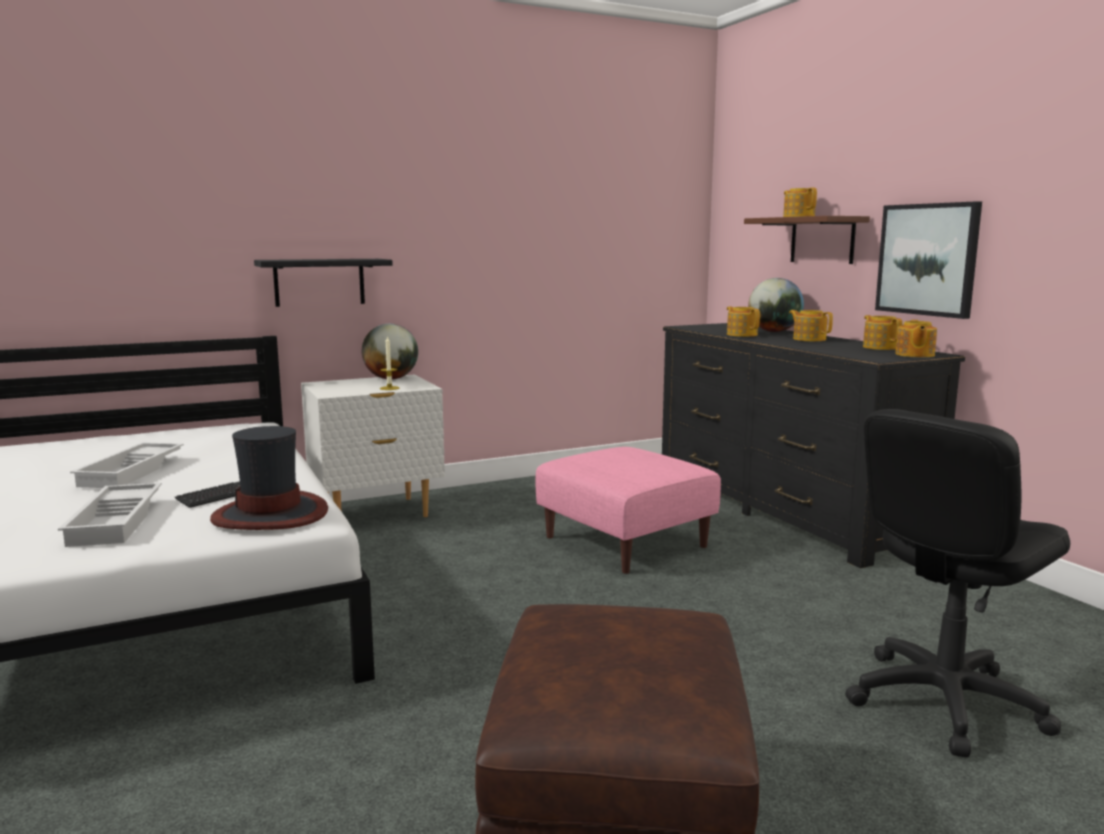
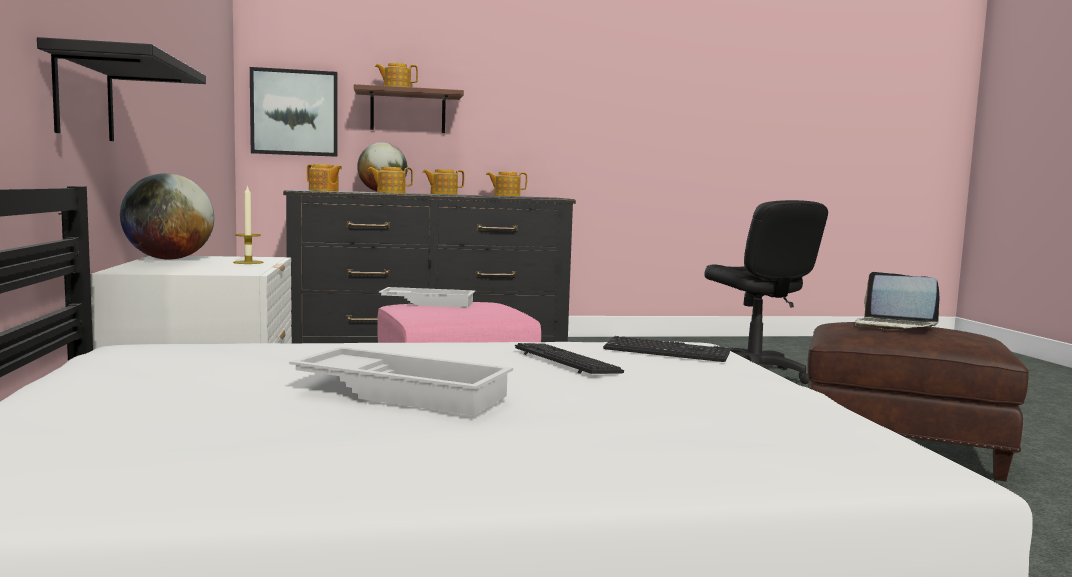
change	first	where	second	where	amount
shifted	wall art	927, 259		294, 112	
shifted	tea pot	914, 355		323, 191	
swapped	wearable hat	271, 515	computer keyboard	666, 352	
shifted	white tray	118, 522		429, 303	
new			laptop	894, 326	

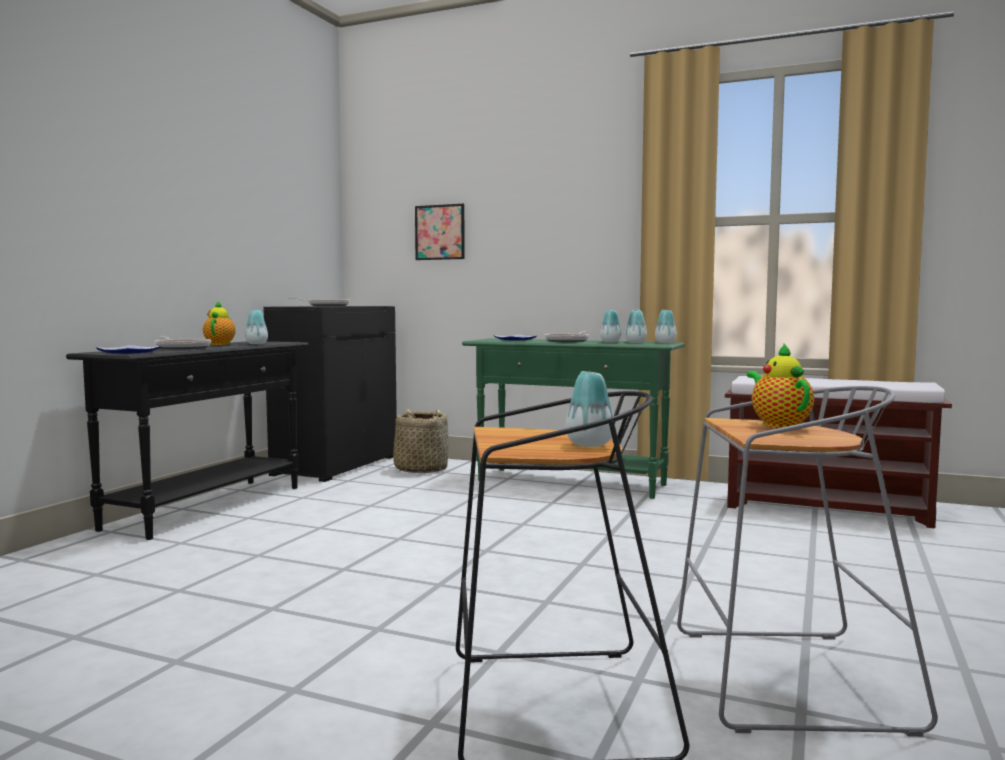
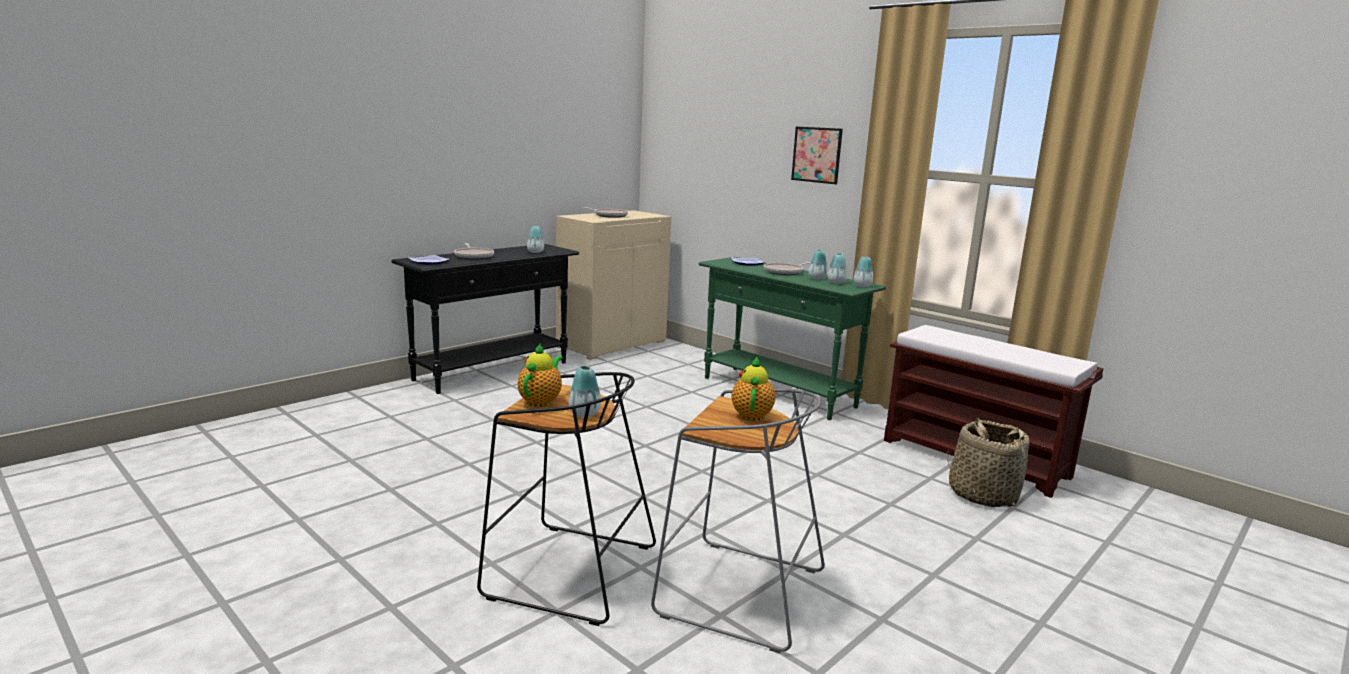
change	first	where	second	where	amount
shifted	wall art	440, 232		816, 155	
shifted	tea pot	220, 344		541, 401	
repainted	black cupboard	335, 465	beige cupboard	611, 344	
shifted	storage basket	420, 469		982, 494	

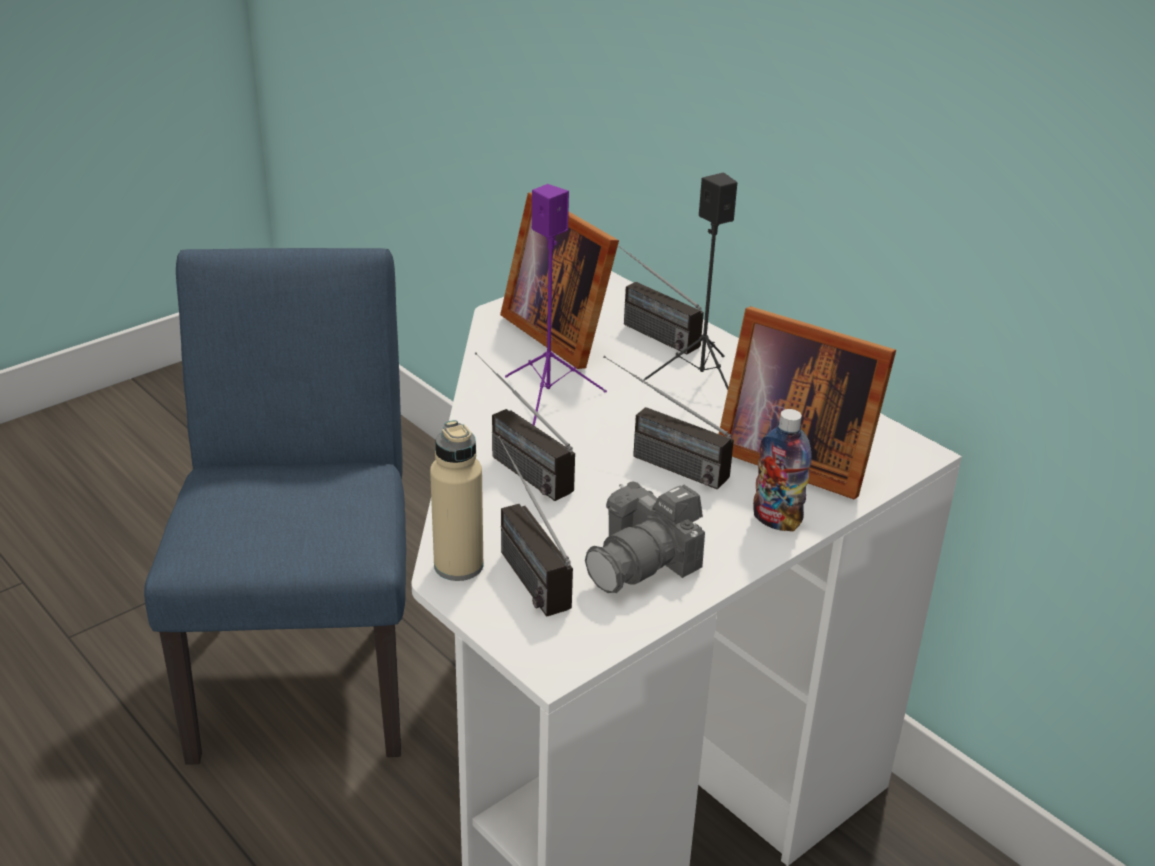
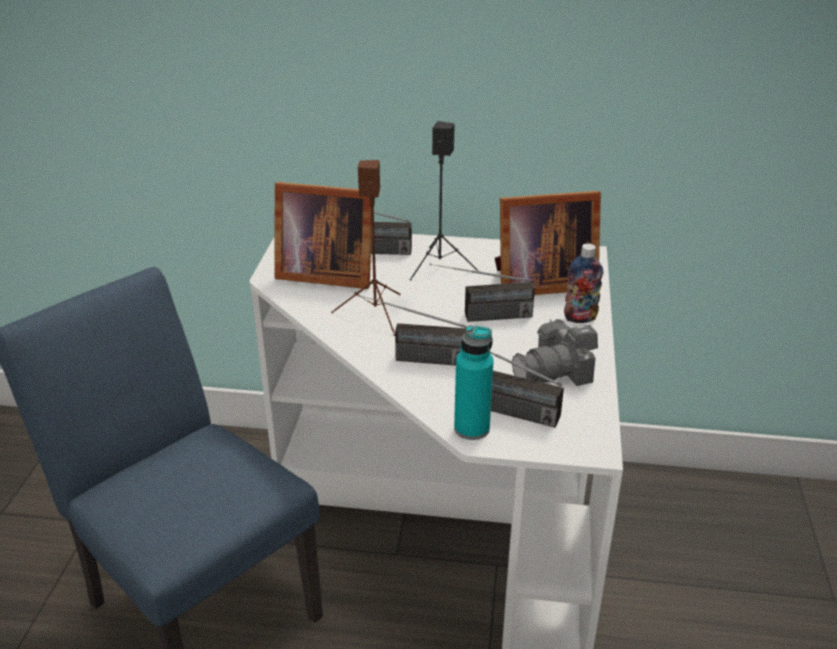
change	first	where	second	where	amount
repainted	purple loudspeaker	549, 398	brown loudspeaker	375, 313	
repainted	beige bottle	458, 565	blue-green bottle	471, 428	
rotated	photo camera	644, 561		555, 372	60 degrees clockwise

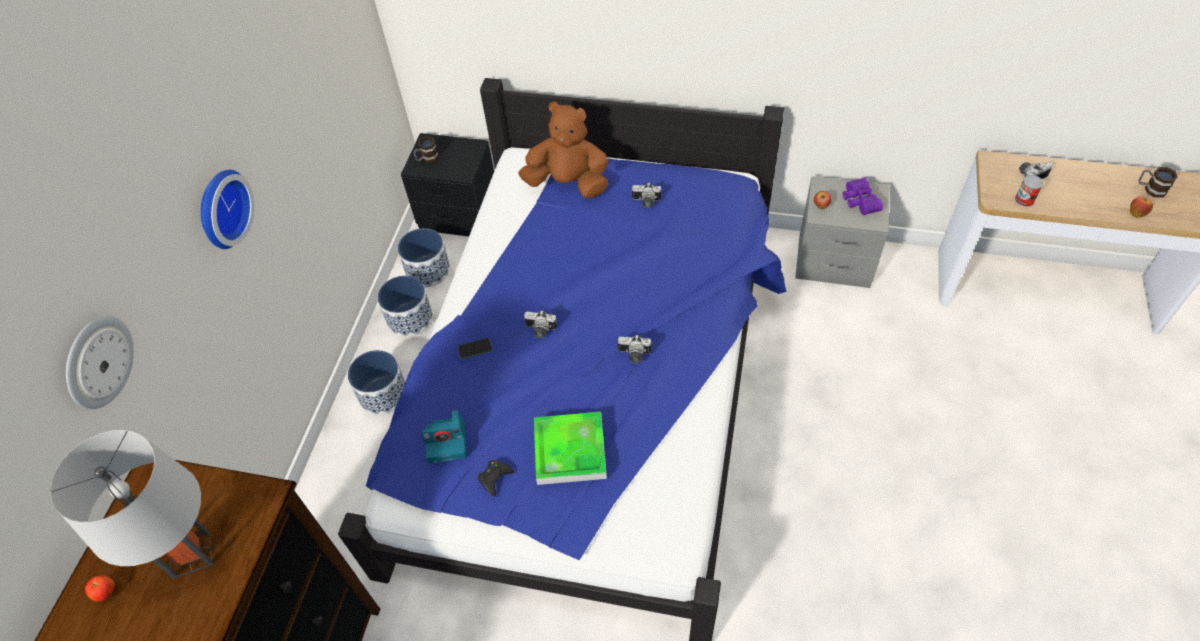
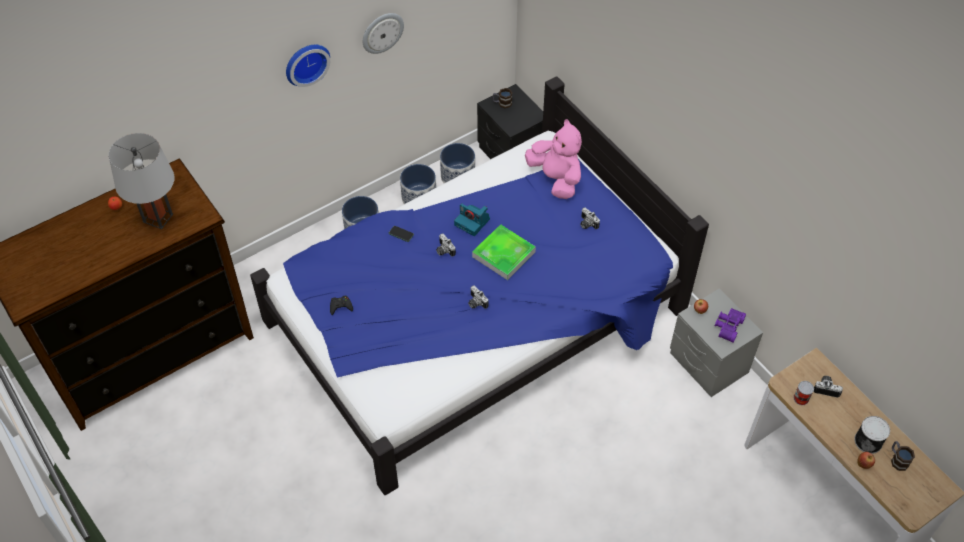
change	first	where	second	where	amount
repainted	brown soft toy	568, 183	pinkish soft toy	556, 179	
shifted	hanging clock	97, 361		382, 32	
shifted	photo camera	448, 441		473, 222	
shifted	tray	570, 450		503, 254	
new			can	868, 440	

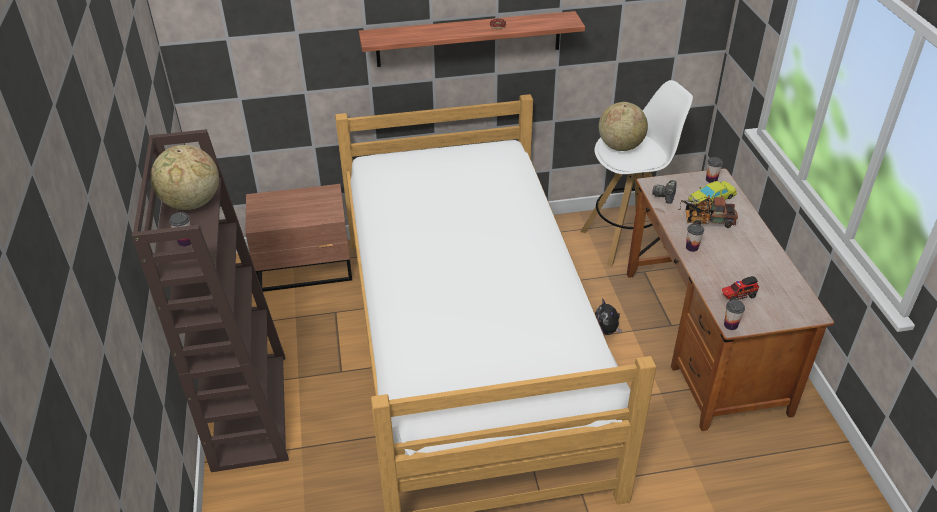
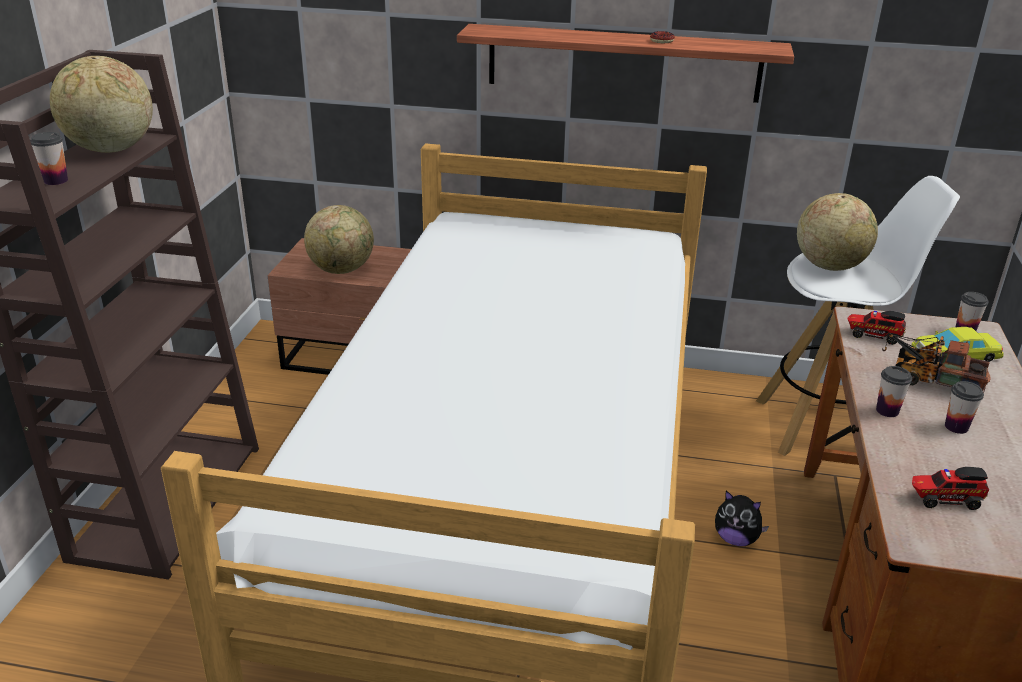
change	first	where	second	where	amount
swapped	photo camera	665, 196	model truck	873, 335	
rotated	soft toy	606, 330		736, 539	60 degrees counterclockwise
shifted	small cup	730, 325		956, 427	
new			world globe	342, 270	

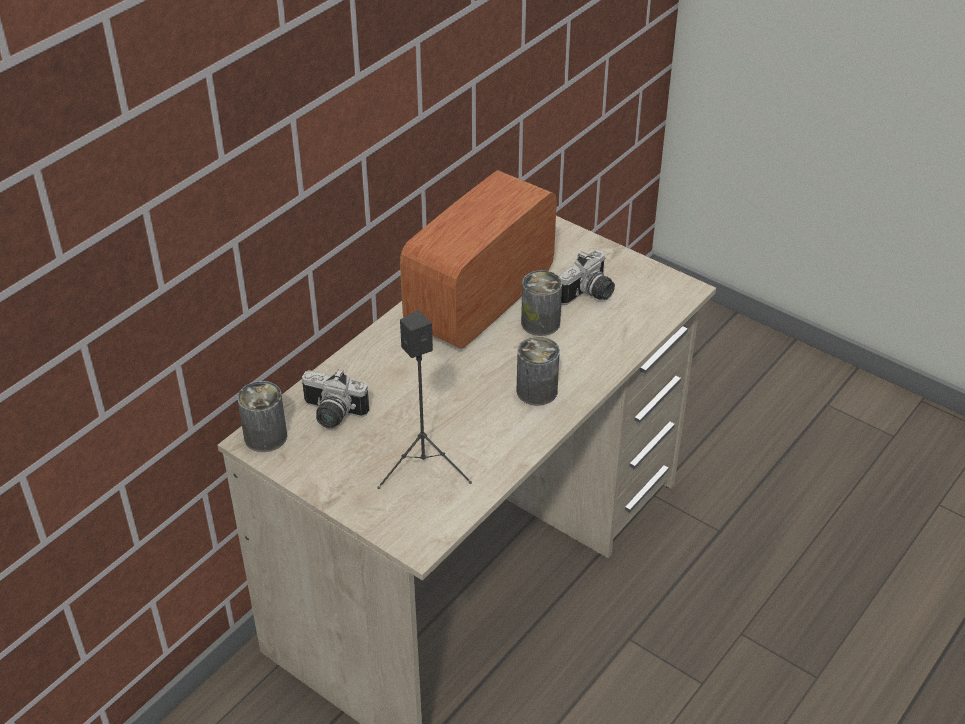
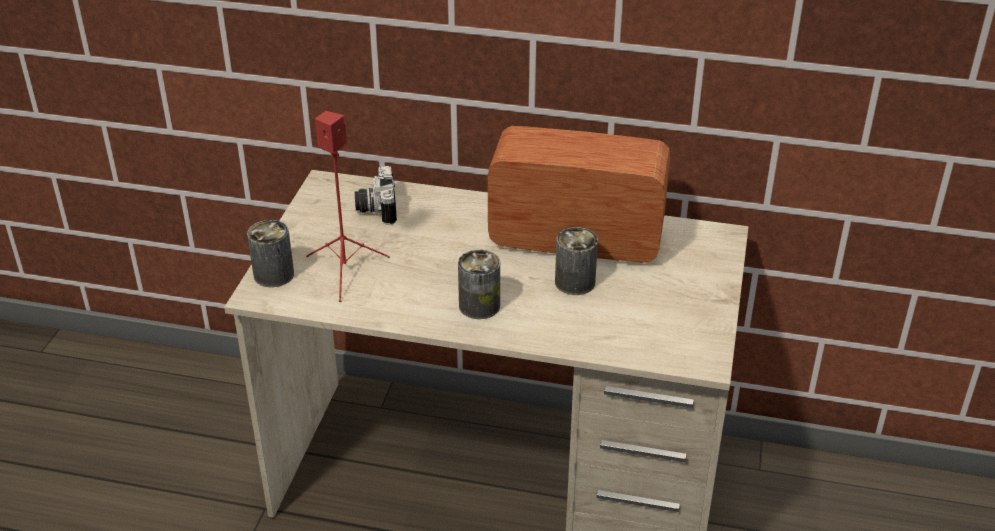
change	first	where	second	where	amount
gone	photo camera	589, 295			
repainted	black loudspeaker	423, 465	red loudspeaker	346, 270	
shifted	can	265, 436		273, 274	

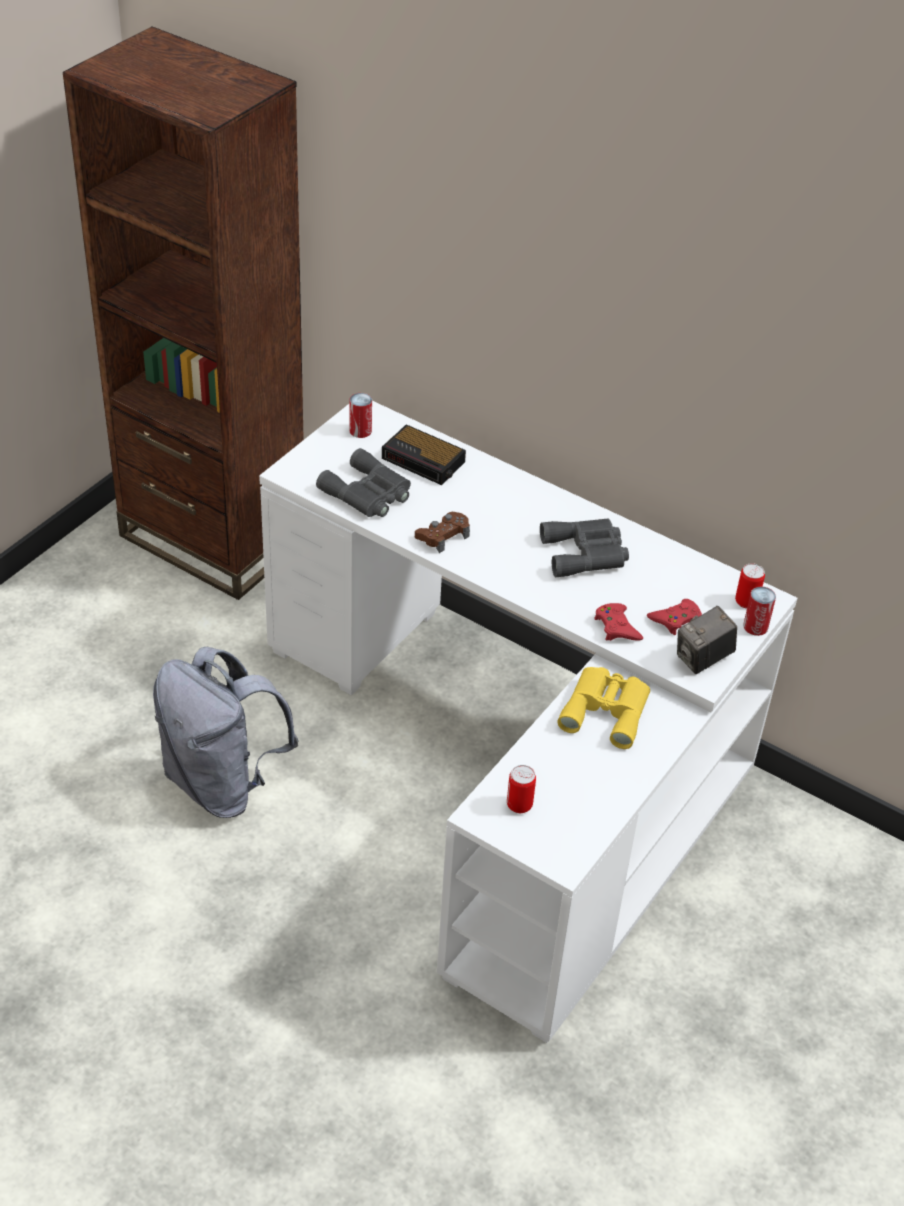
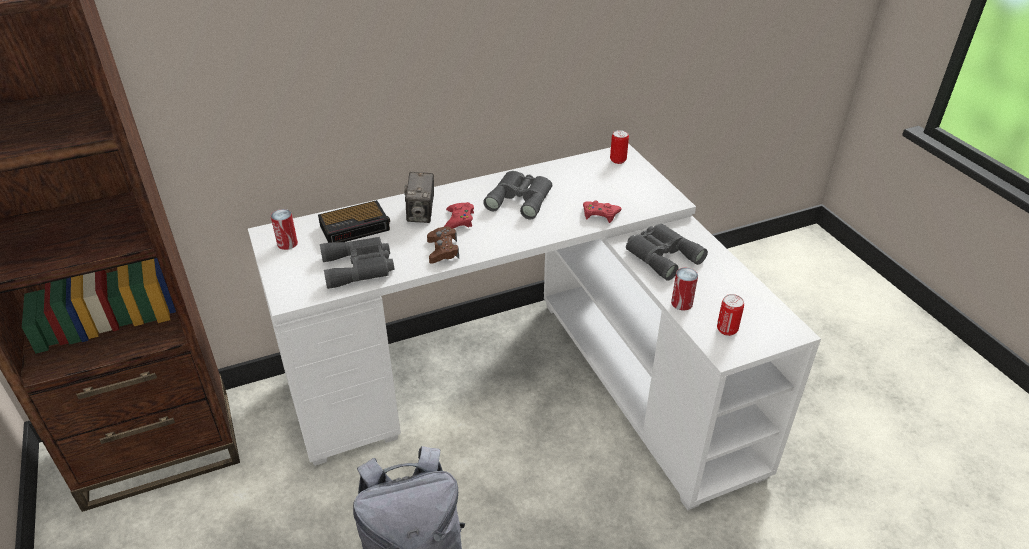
change	first	where	second	where	amount
shifted	can	755, 626		681, 303	
shifted	red game controller	676, 620		459, 220	
shifted	photo camera	703, 659		421, 214	
repainted	yellow-coloured pair of binoculars	606, 710	grey pair of binoculars	661, 254	

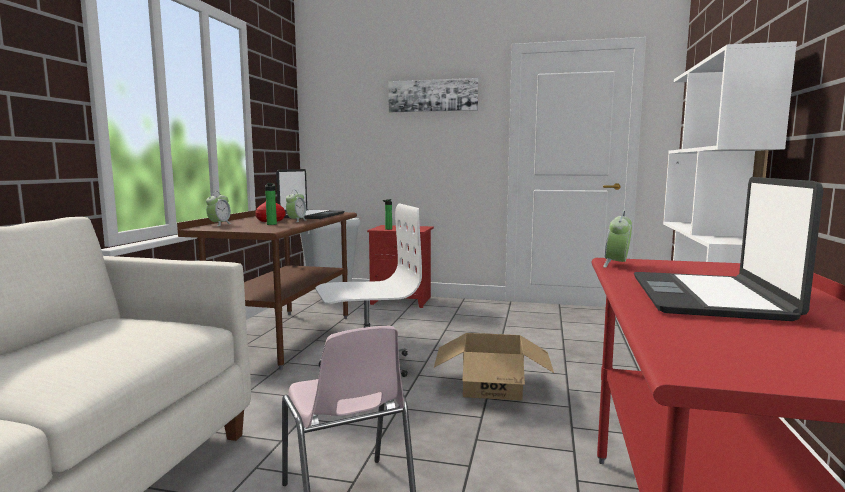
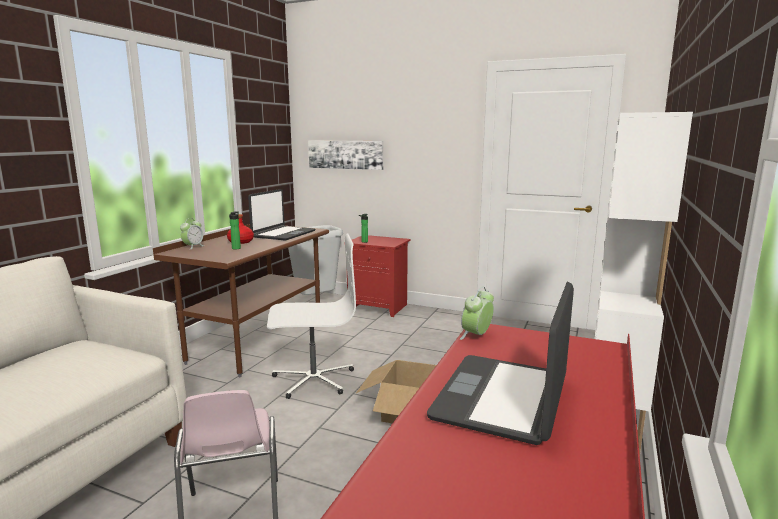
change	first	where	second	where	amount
shifted	wall art	433, 95		345, 154	
gone	bedside clock	296, 221			

